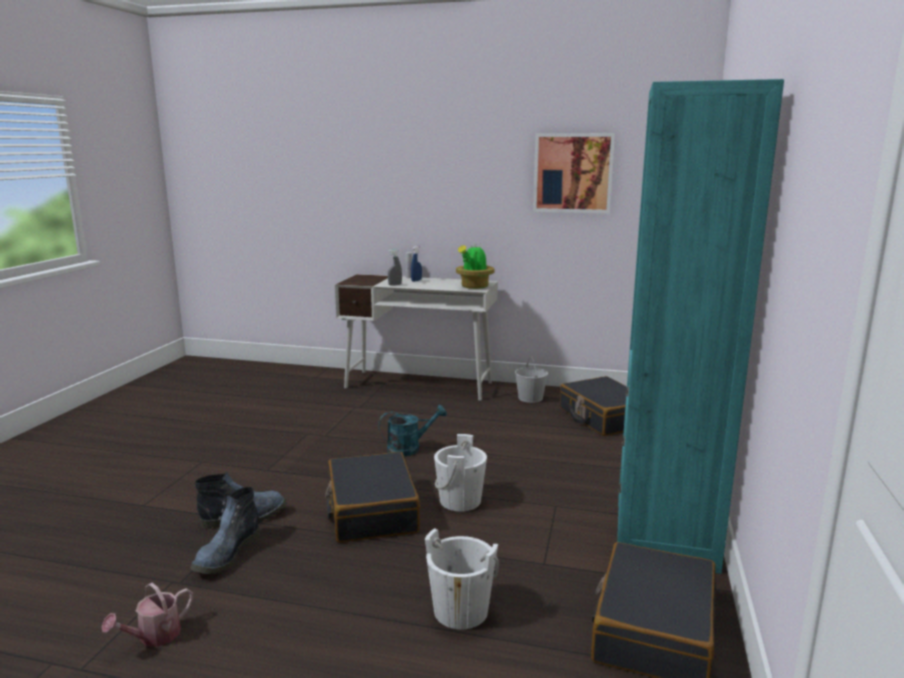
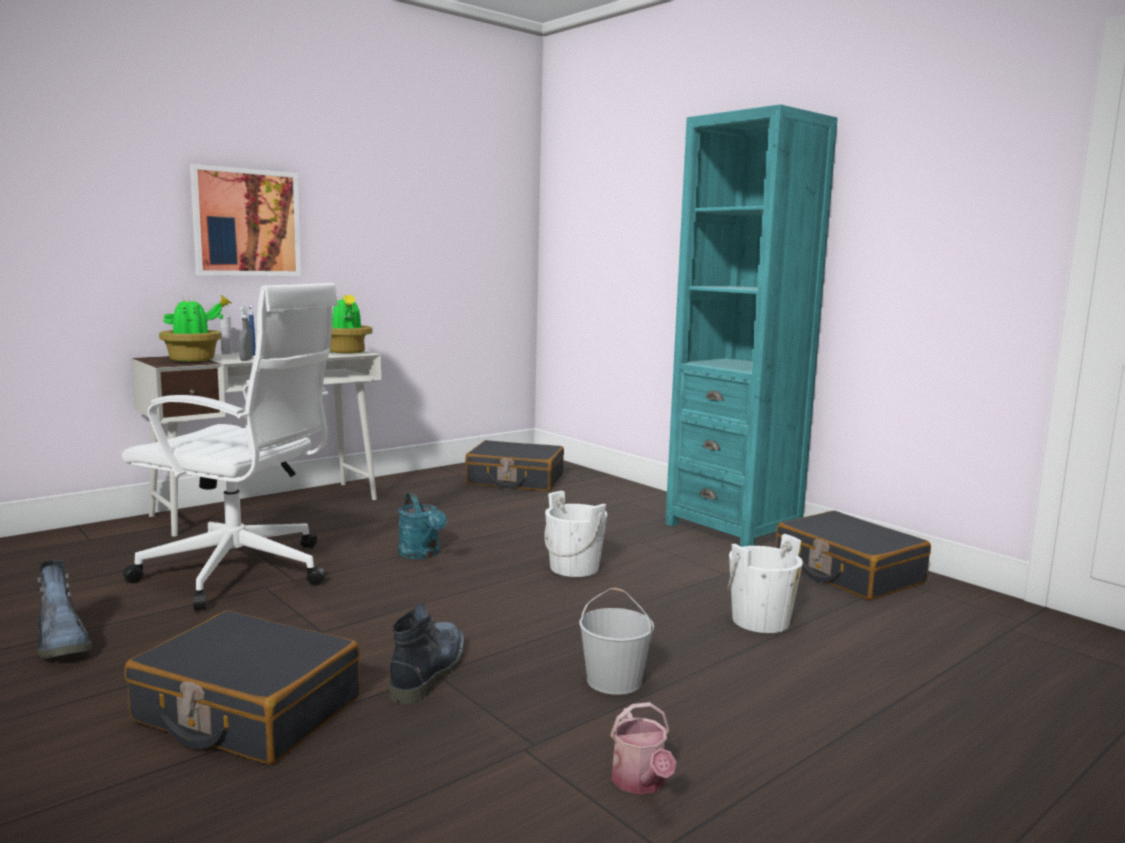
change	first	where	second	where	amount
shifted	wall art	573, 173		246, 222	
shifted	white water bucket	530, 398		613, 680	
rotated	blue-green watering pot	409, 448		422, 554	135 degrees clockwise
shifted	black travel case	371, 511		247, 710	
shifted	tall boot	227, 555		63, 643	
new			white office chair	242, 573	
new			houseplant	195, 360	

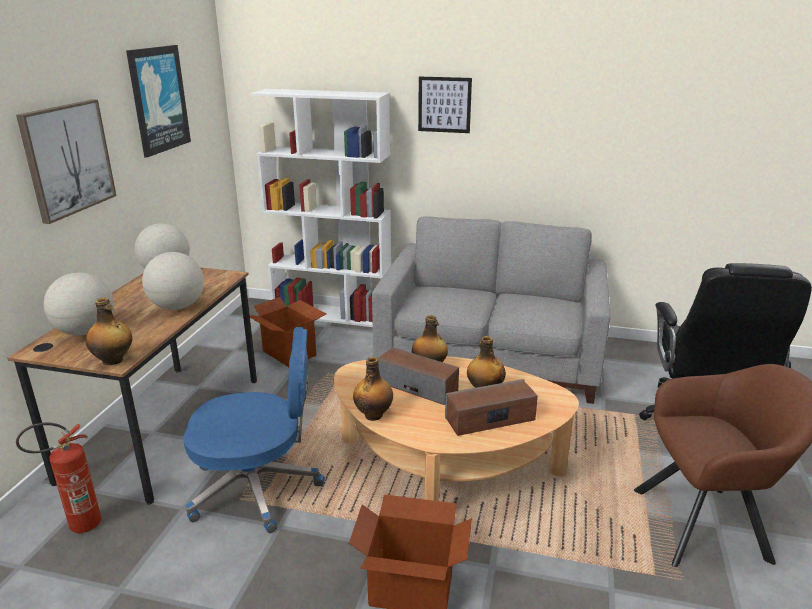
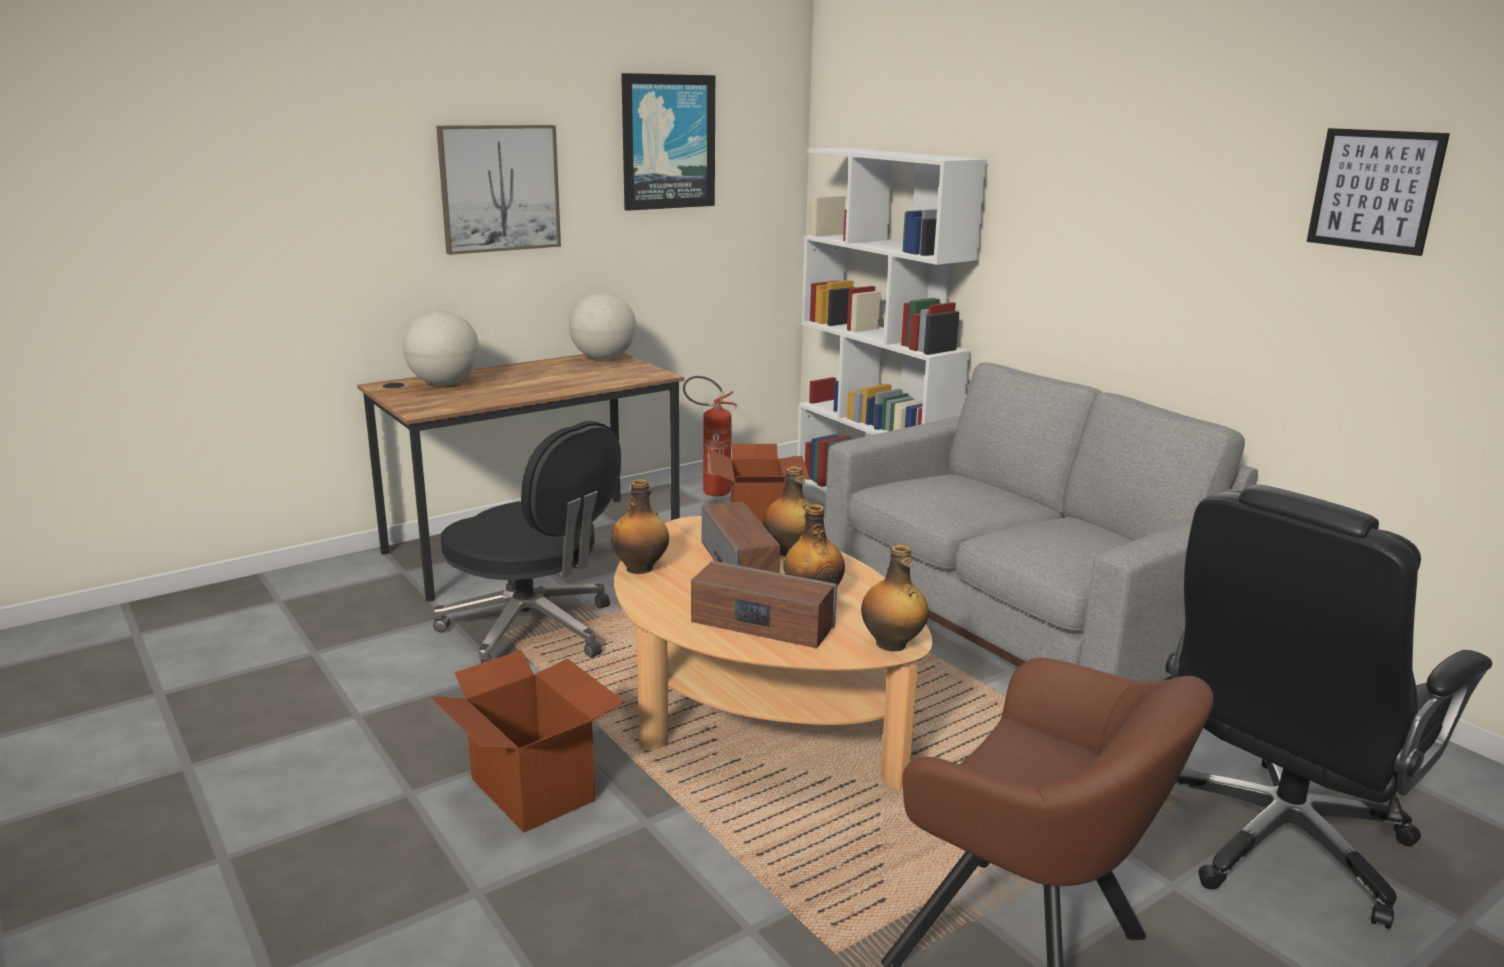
change	first	where	second	where	amount
shifted	wall art	444, 104		1375, 190	
gone	world globe	177, 307			
shifted	bottle	113, 360		892, 644	
repainted	bluish office chair	258, 487	black office chair	532, 631	
shifted	extinguisher	77, 527		709, 492	

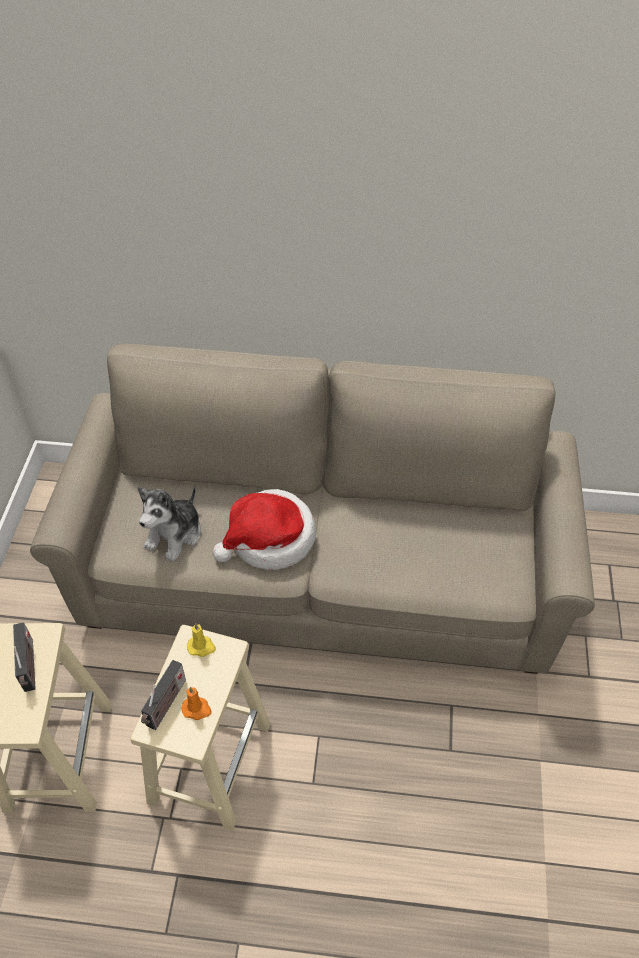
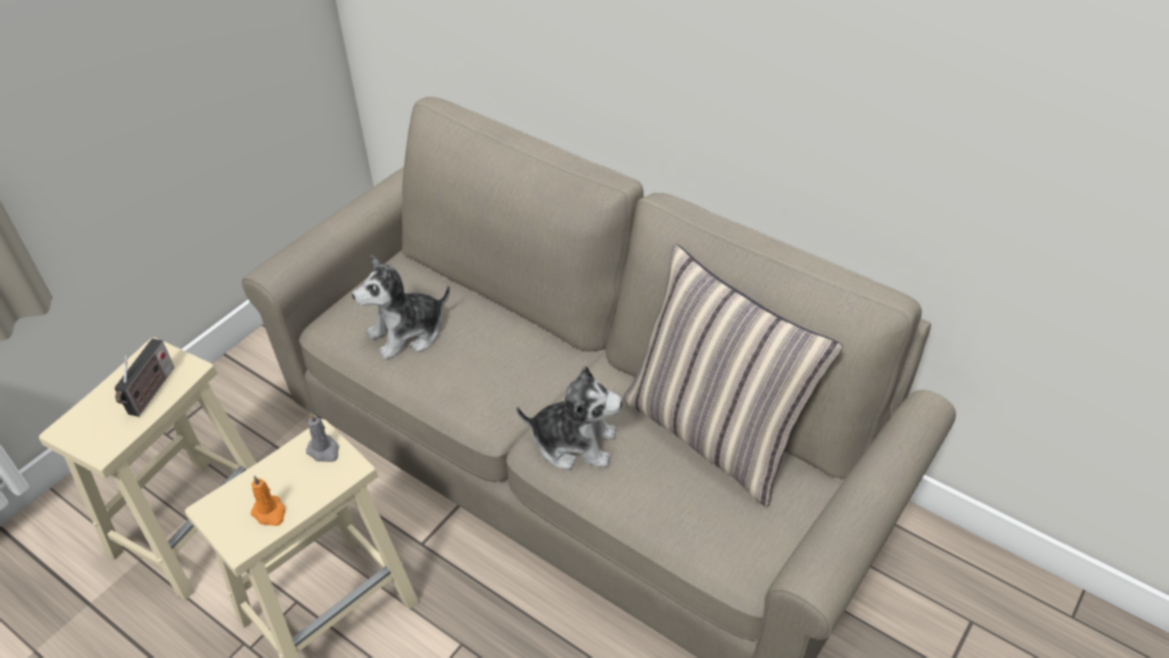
change	first	where	second	where	amount
gone	wearable hat	269, 539			
repainted	yellow-coloured wax light	202, 647	grey wax light	324, 451	
gone	radio set	165, 705			
new			pillow	714, 433	
new			soft toy	574, 442	

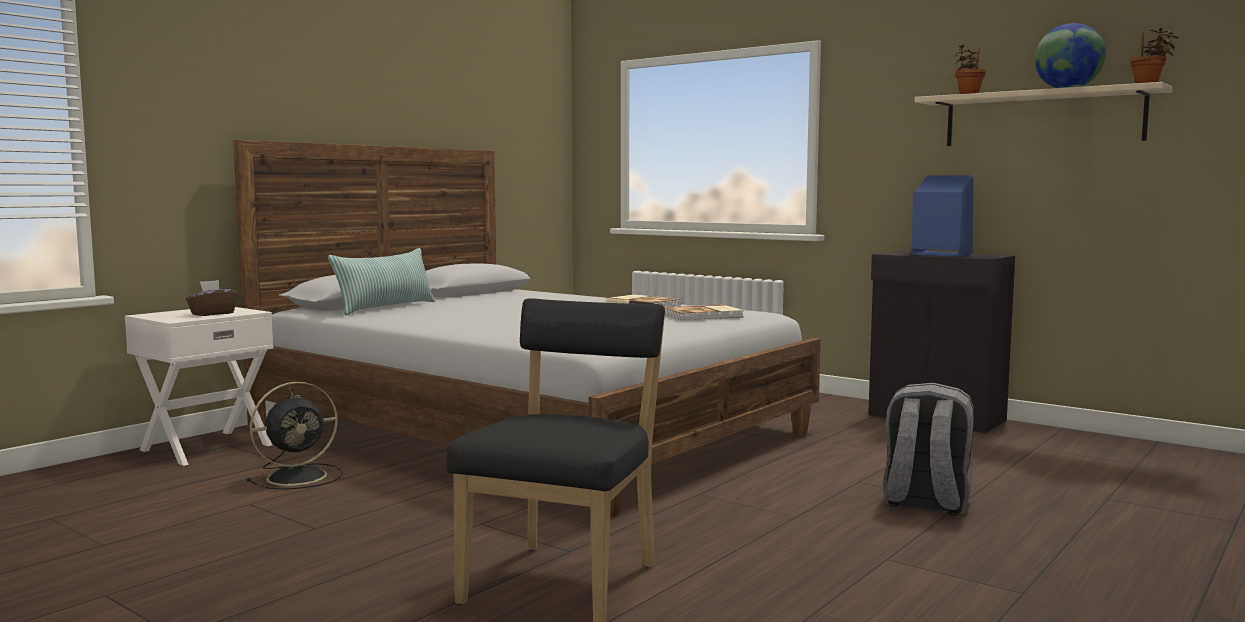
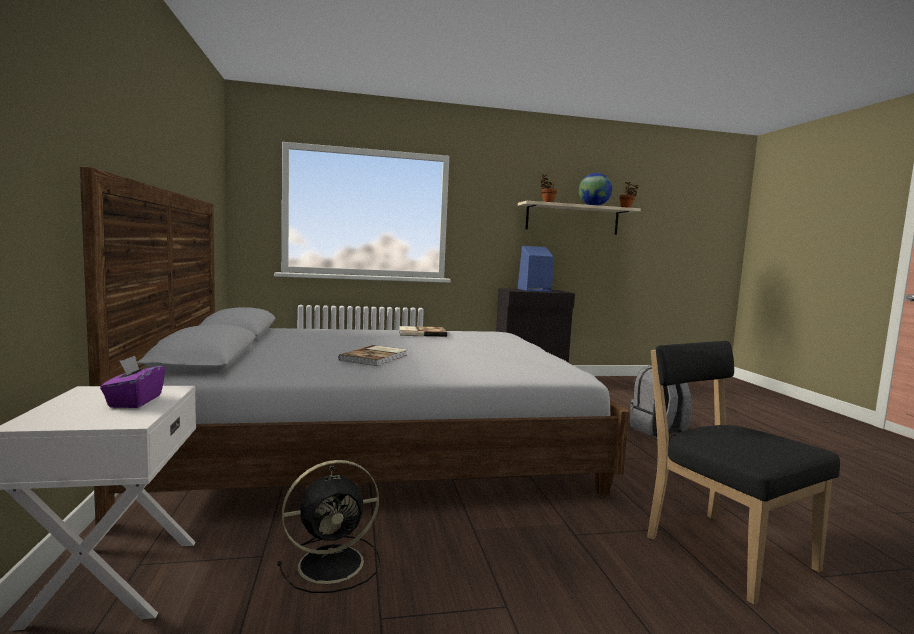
change	first	where	second	where	amount
gone	pillow	385, 308			
repainted	brown tissue holder	212, 314	purple tissue holder	134, 401	
shifted	volume	704, 315		375, 358	
rotated	black fan	300, 477		334, 563	60 degrees clockwise

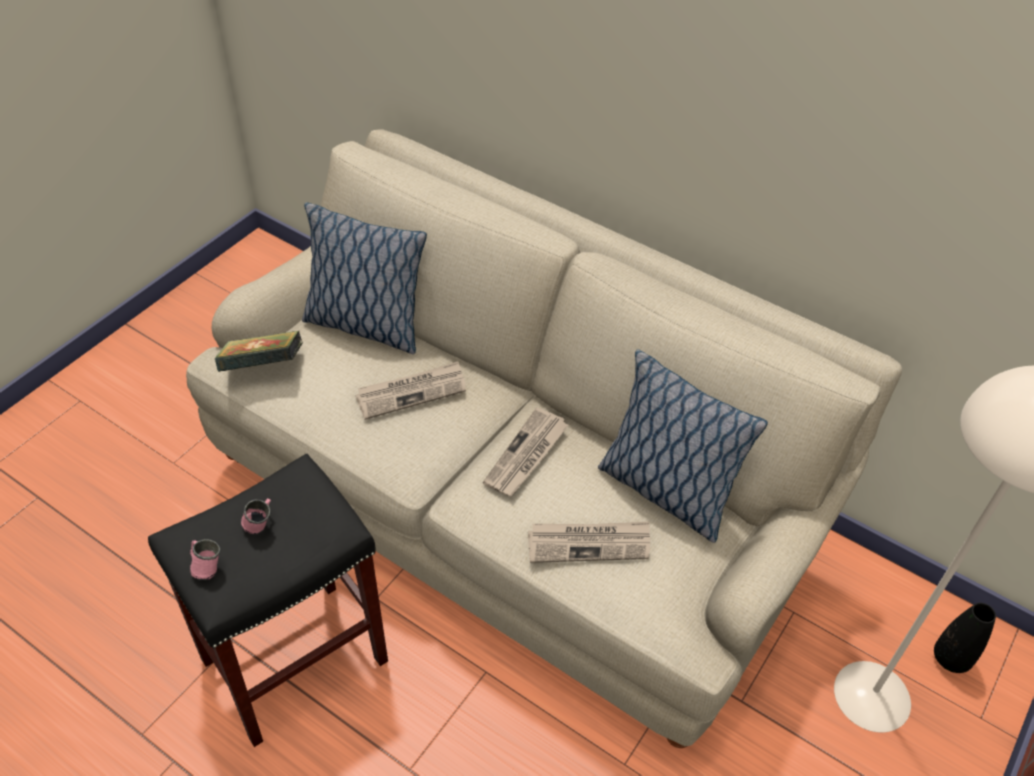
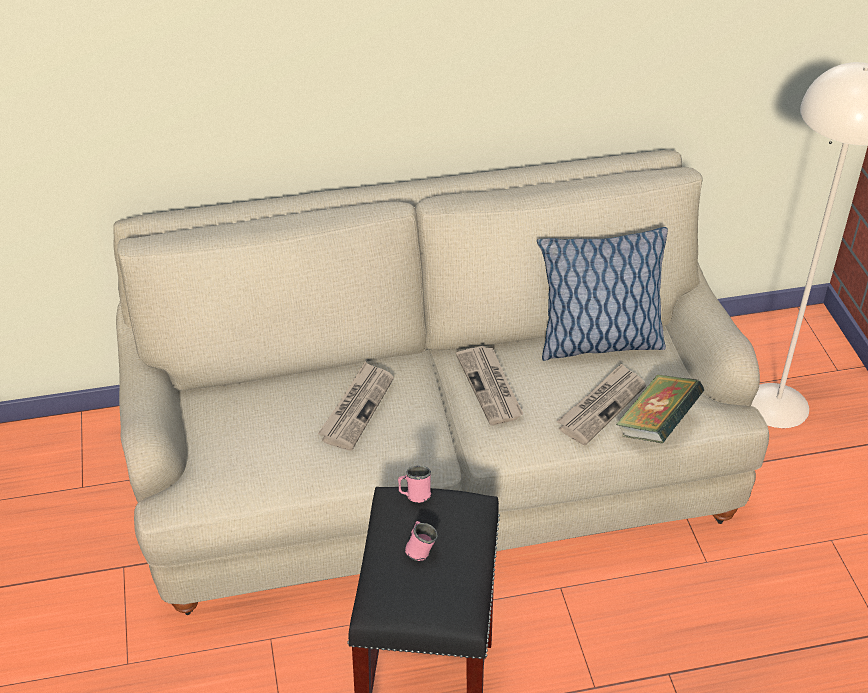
change	first	where	second	where	amount
gone	pillow	364, 325			
shifted	volume	263, 368		656, 426	
shifted	pinkish coffee mug	206, 567		414, 495	
gone	black vase	951, 658			

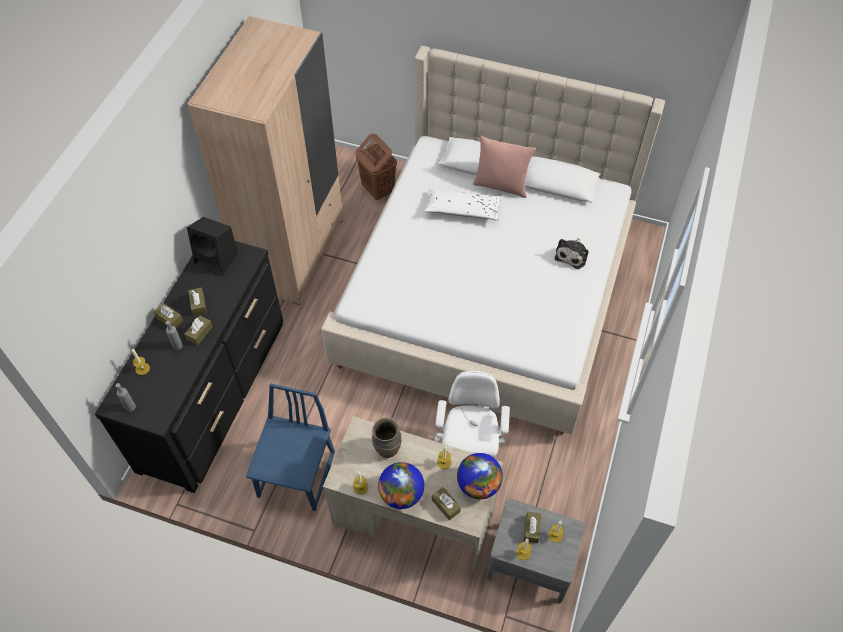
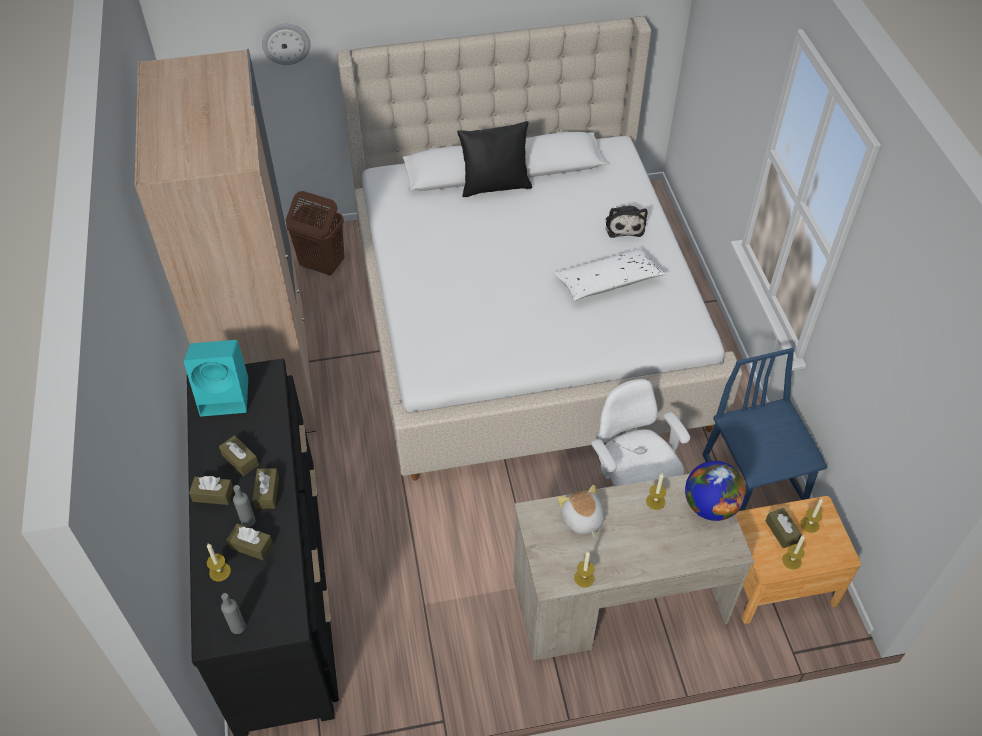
change	first	where	second	where	amount
repainted	pinkish pillow	501, 185	black pillow	495, 186	
shifted	white pillow	462, 210		608, 282	
repainted	black loudspeaker	217, 259	blue-green loudspeaker	226, 396	
shifted	bluish plain chair	297, 475		754, 479	
swapped	brown vase	387, 449	soft toy	581, 519	
gone	world globe	401, 494			
shifted	brown tissue holder	446, 506		251, 546	
repainted	grey nightstand	531, 562	brown nightstand	777, 580	
new			hanging clock	286, 43	

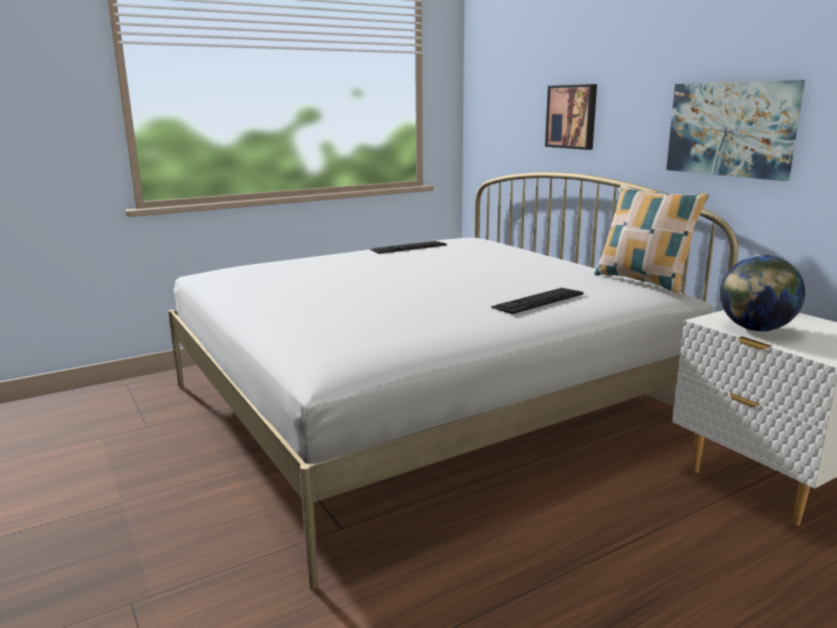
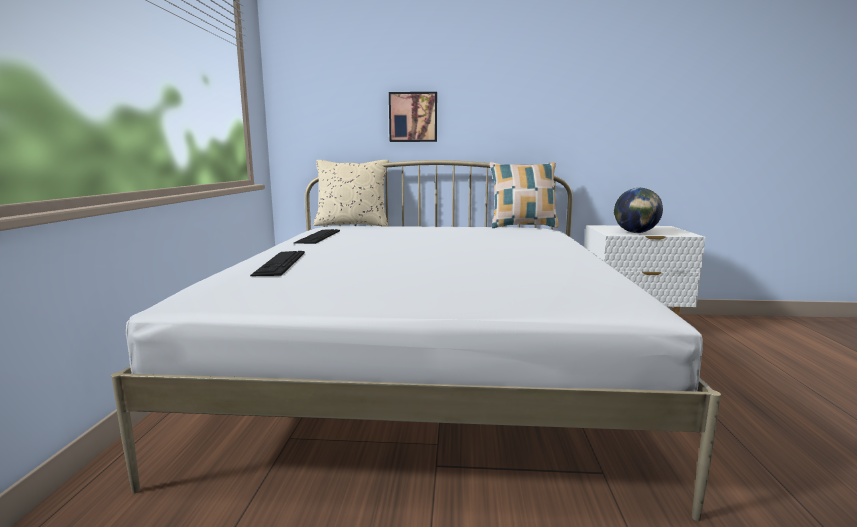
change	first	where	second	where	amount
gone	wall art	731, 129			
shifted	computer keyboard	538, 300		280, 263	
new			beige pillow	352, 224	

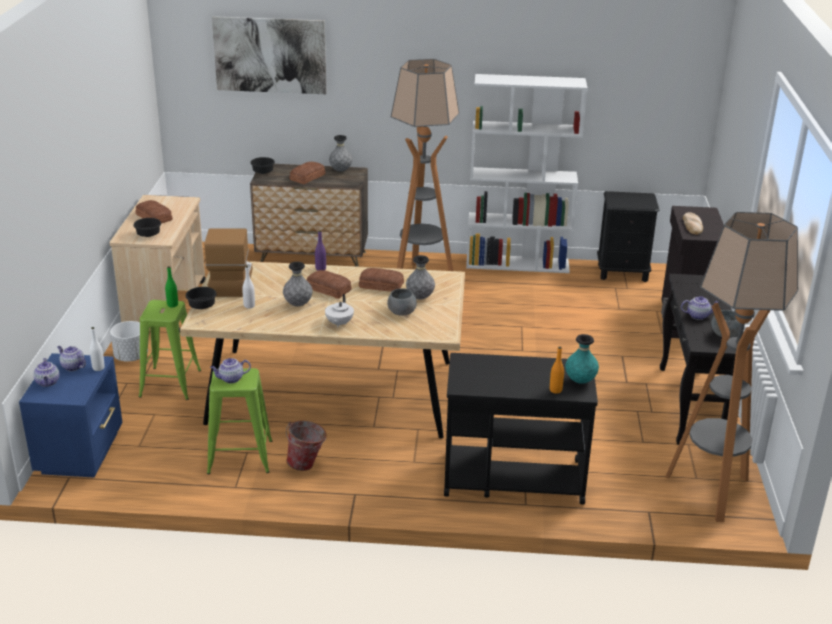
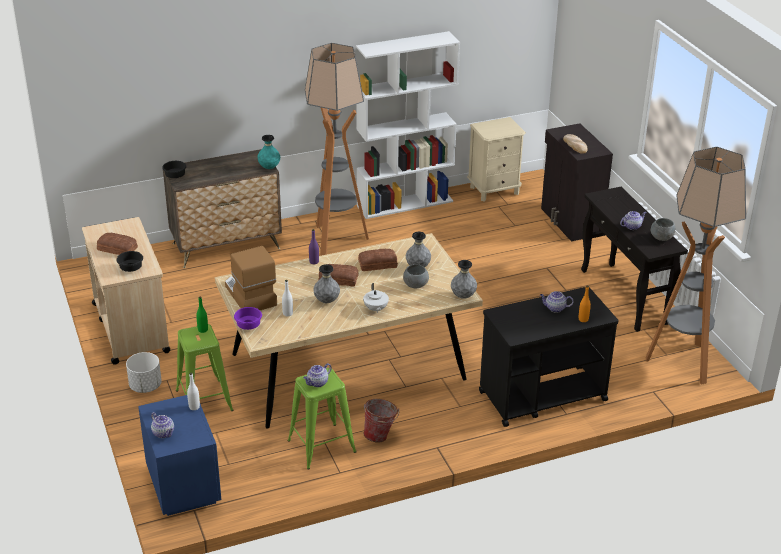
change	first	where	second	where	amount
gone	wall art	270, 55			
shifted	grey vase	341, 170		463, 296	
gone	bread	308, 177			
repainted	black nightstand	622, 272	beige nightstand	494, 190	
repainted	black serving bowl	201, 306	purple serving bowl	247, 326	
shifted	blue-green vase	580, 381		269, 167	
shifted	tea pot	72, 366		555, 308	

